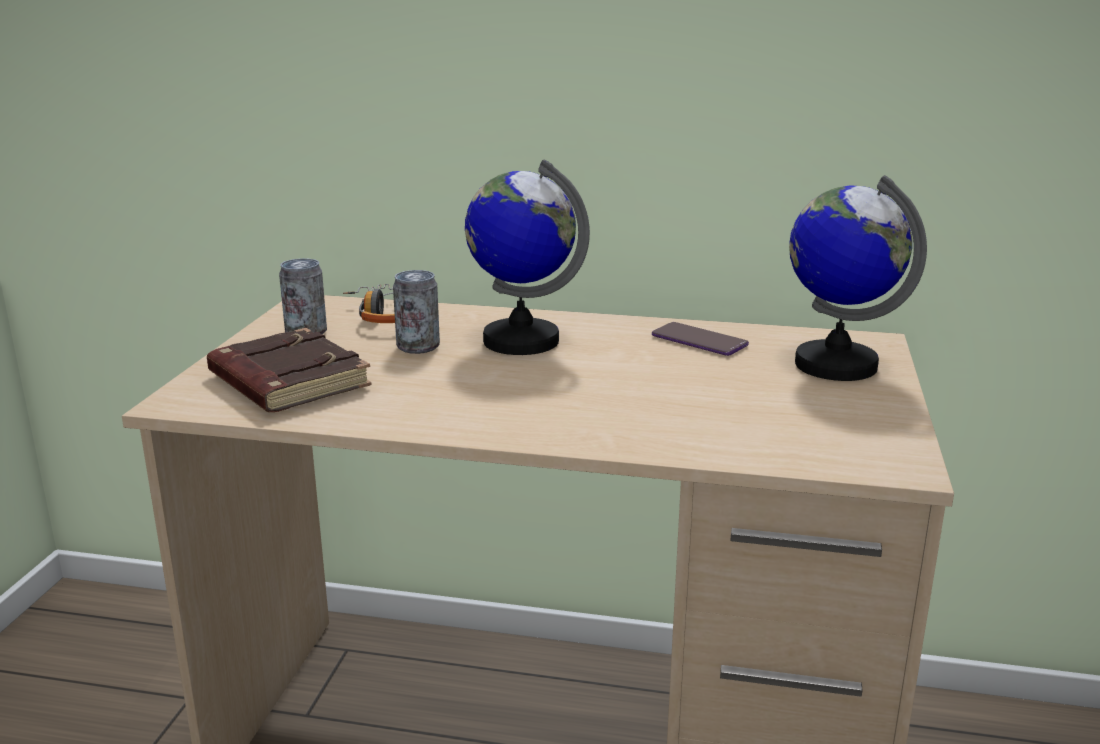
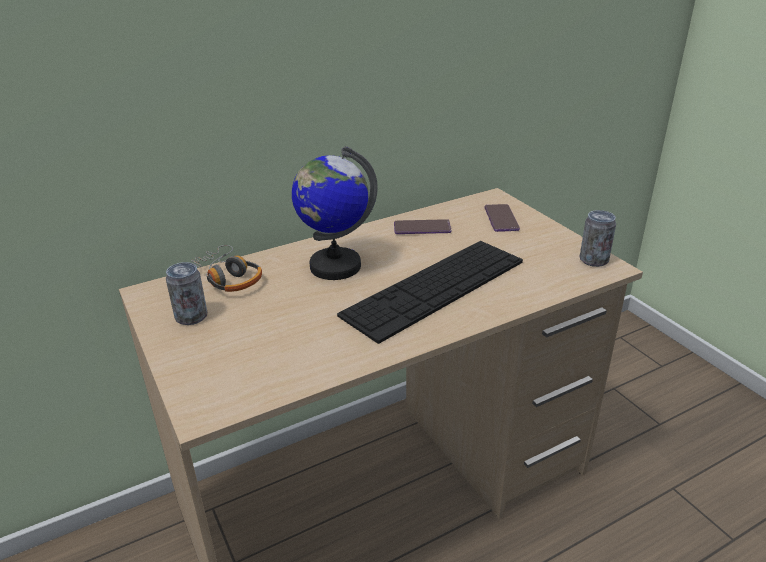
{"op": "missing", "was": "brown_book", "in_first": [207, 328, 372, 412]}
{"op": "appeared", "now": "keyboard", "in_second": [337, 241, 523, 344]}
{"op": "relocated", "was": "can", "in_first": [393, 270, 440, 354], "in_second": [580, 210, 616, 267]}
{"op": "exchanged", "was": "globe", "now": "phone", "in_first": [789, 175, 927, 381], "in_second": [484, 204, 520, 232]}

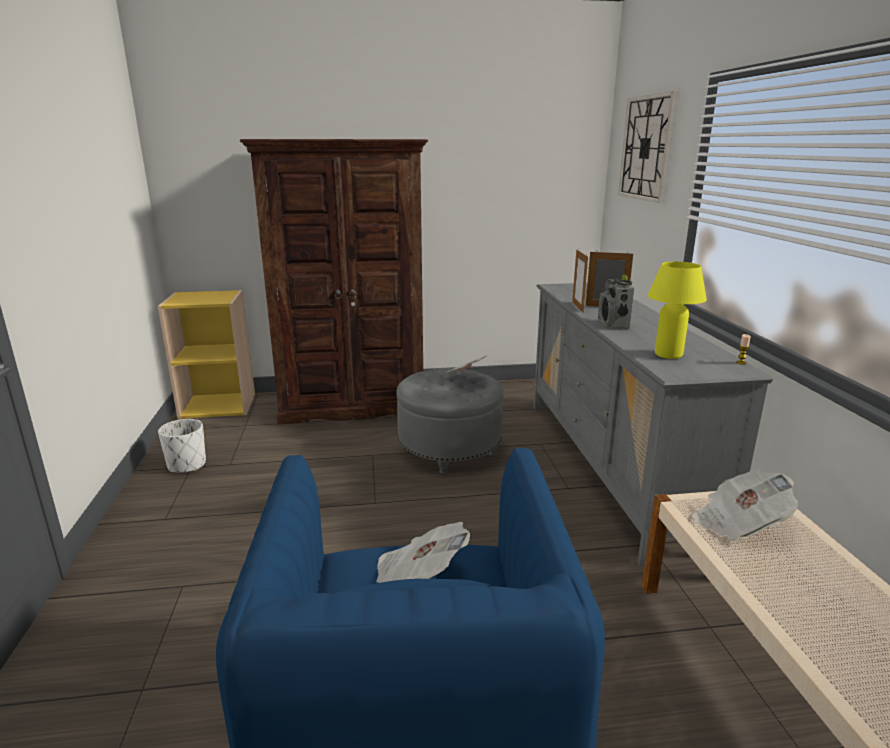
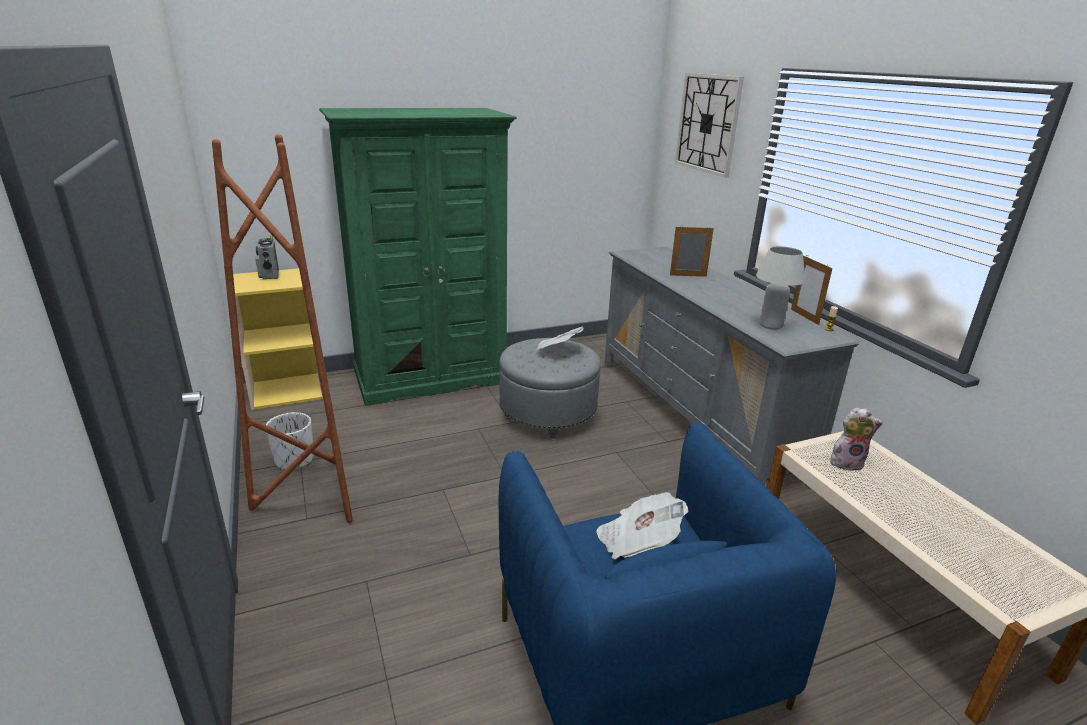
{"op": "appeared", "now": "brown_clothes_rack", "in_second": [212, 134, 353, 523]}
{"op": "relocated", "was": "picture_frame", "in_first": [572, 249, 588, 313], "in_second": [791, 255, 832, 325]}
{"op": "relocated", "was": "radio", "in_first": [598, 275, 634, 329], "in_second": [255, 235, 279, 279]}
{"op": "exchanged", "was": "newspaper", "now": "plush_toy", "in_first": [693, 470, 798, 541], "in_second": [830, 408, 883, 471]}
{"op": "colour", "was": "brown_wardrobe", "now": "green_wardrobe", "in_first": [240, 139, 428, 424], "in_second": [319, 108, 517, 406]}
{"op": "colour", "was": "yellow_table_lamp", "now": "white_table_lamp", "in_first": [648, 262, 707, 359], "in_second": [756, 246, 806, 329]}

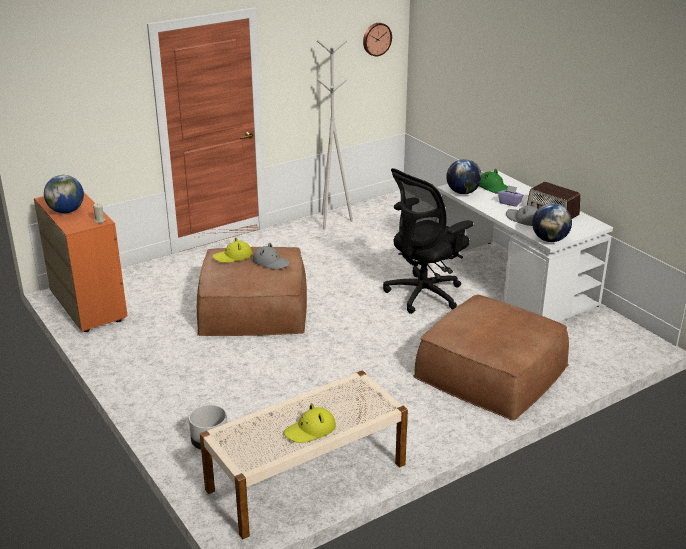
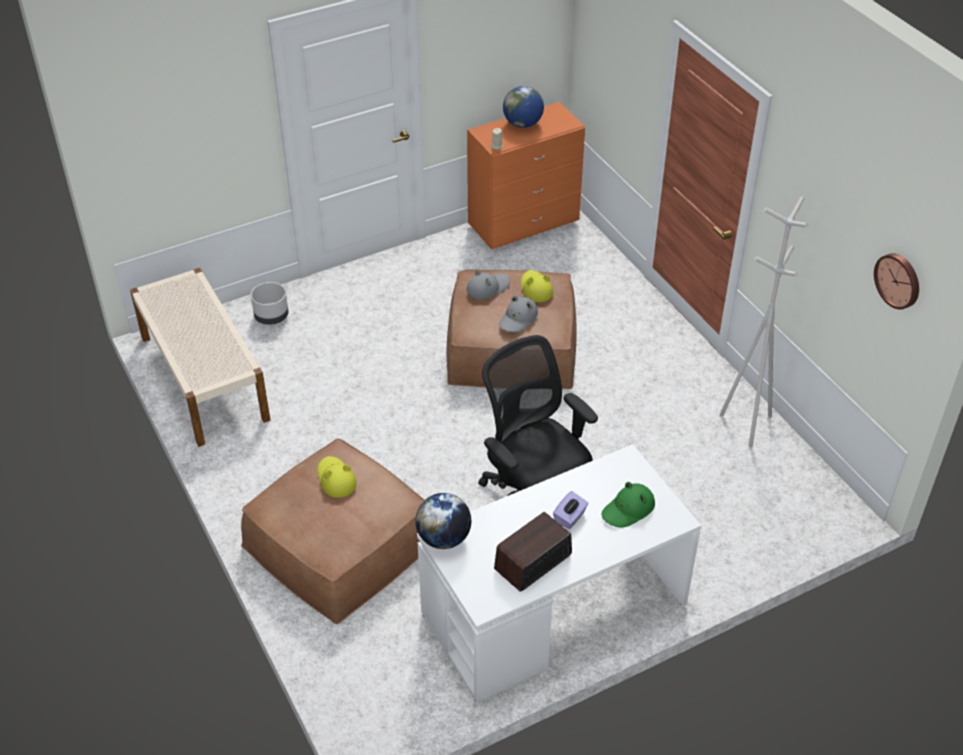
{"op": "missing", "was": "globe", "in_first": [446, 159, 482, 194]}
{"op": "relocated", "was": "yellow_hat", "in_first": [284, 404, 336, 443], "in_second": [317, 456, 357, 498]}
{"op": "relocated", "was": "grey_hat", "in_first": [506, 203, 538, 226], "in_second": [467, 270, 510, 300]}

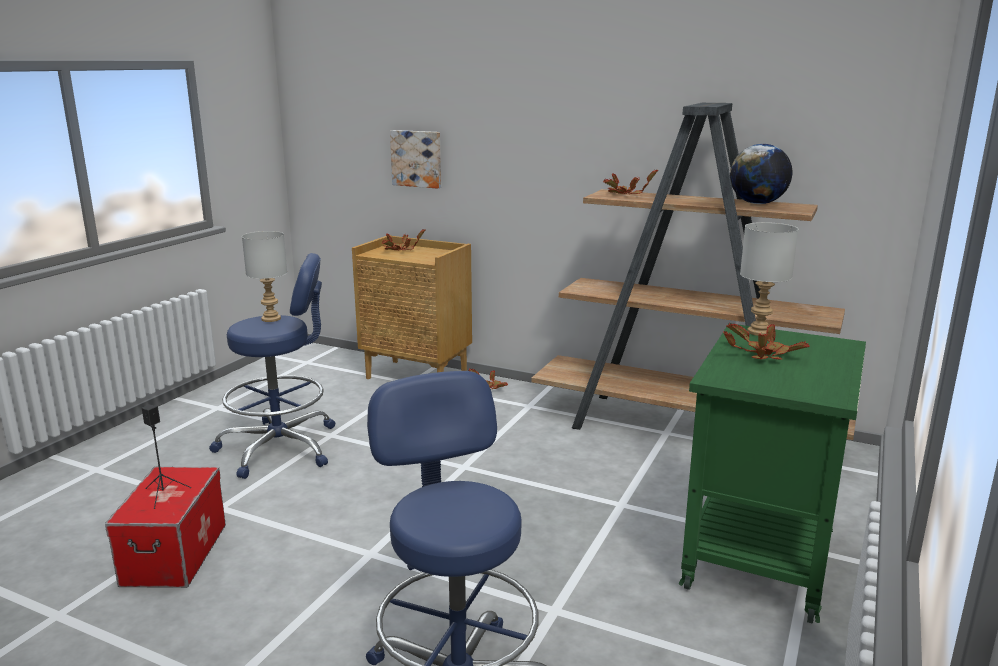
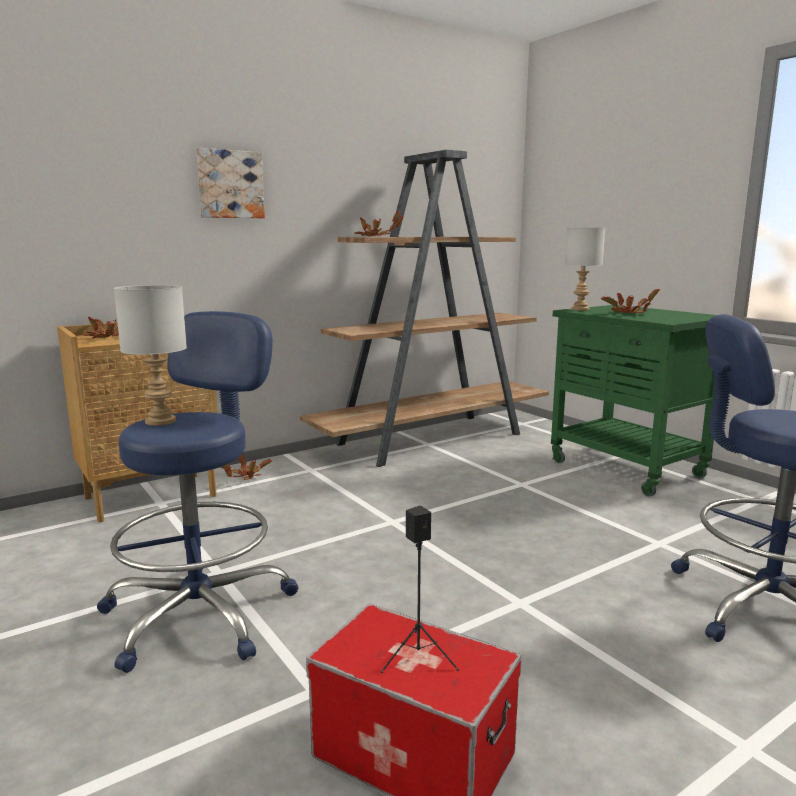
{"op": "missing", "was": "globe", "in_first": [730, 144, 792, 204]}
{"op": "relocated", "was": "picture", "in_first": [390, 130, 441, 189], "in_second": [196, 148, 265, 218]}

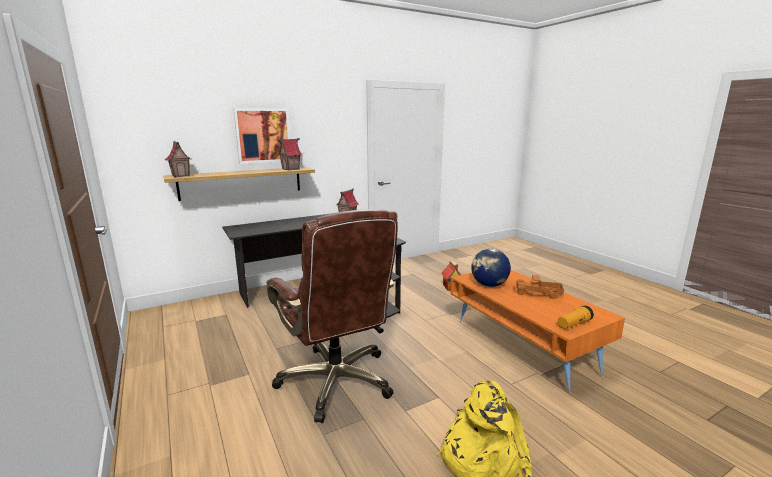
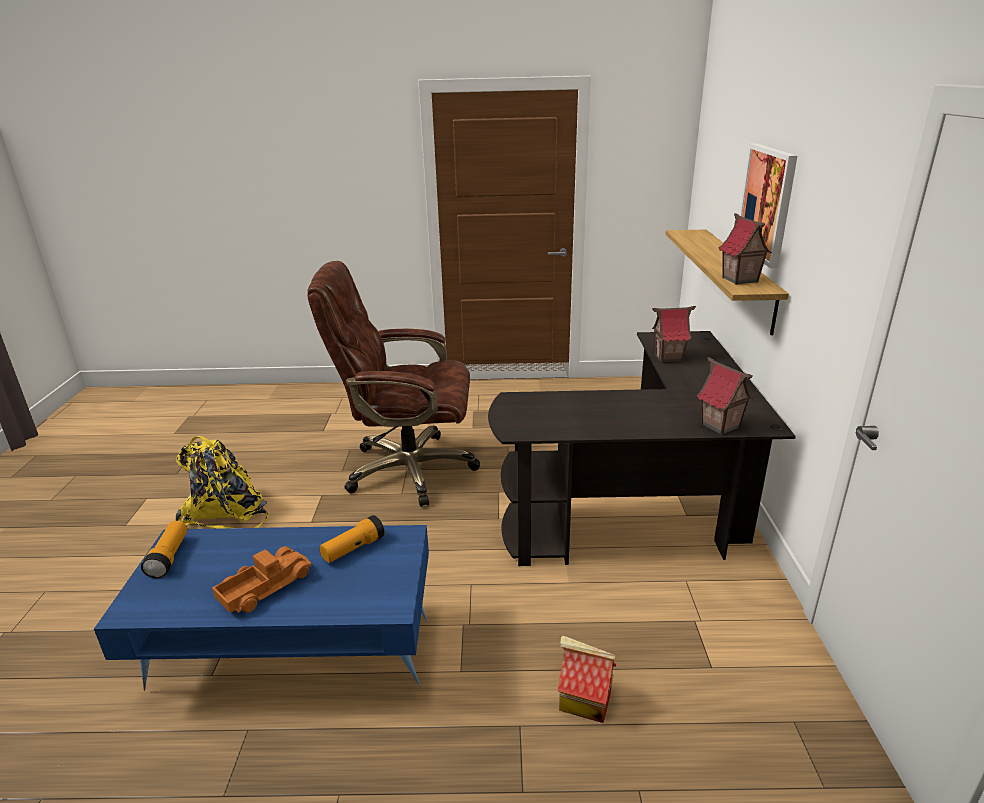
{"op": "relocated", "was": "toy_house", "in_first": [165, 141, 191, 177], "in_second": [652, 306, 696, 363]}
{"op": "exchanged", "was": "globe", "now": "flashlight", "in_first": [471, 249, 511, 287], "in_second": [319, 515, 385, 563]}
{"op": "colour", "was": "orange_coffee_table", "now": "blue_coffee_table", "in_first": [450, 270, 625, 395], "in_second": [94, 525, 429, 691]}

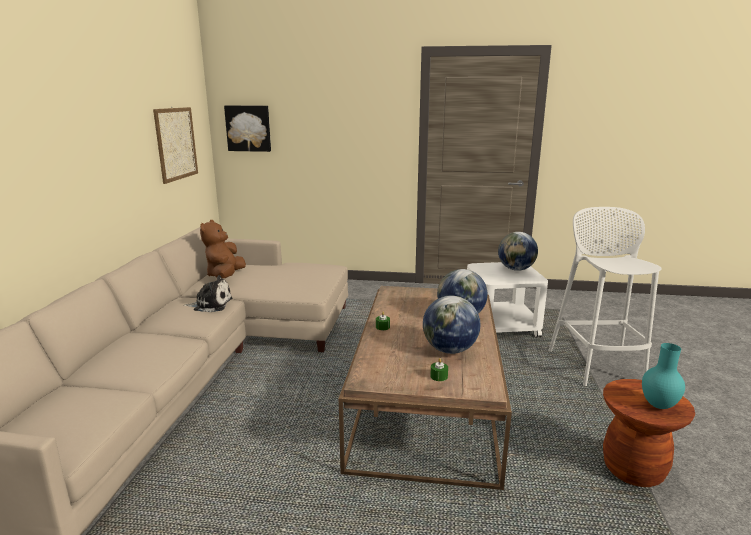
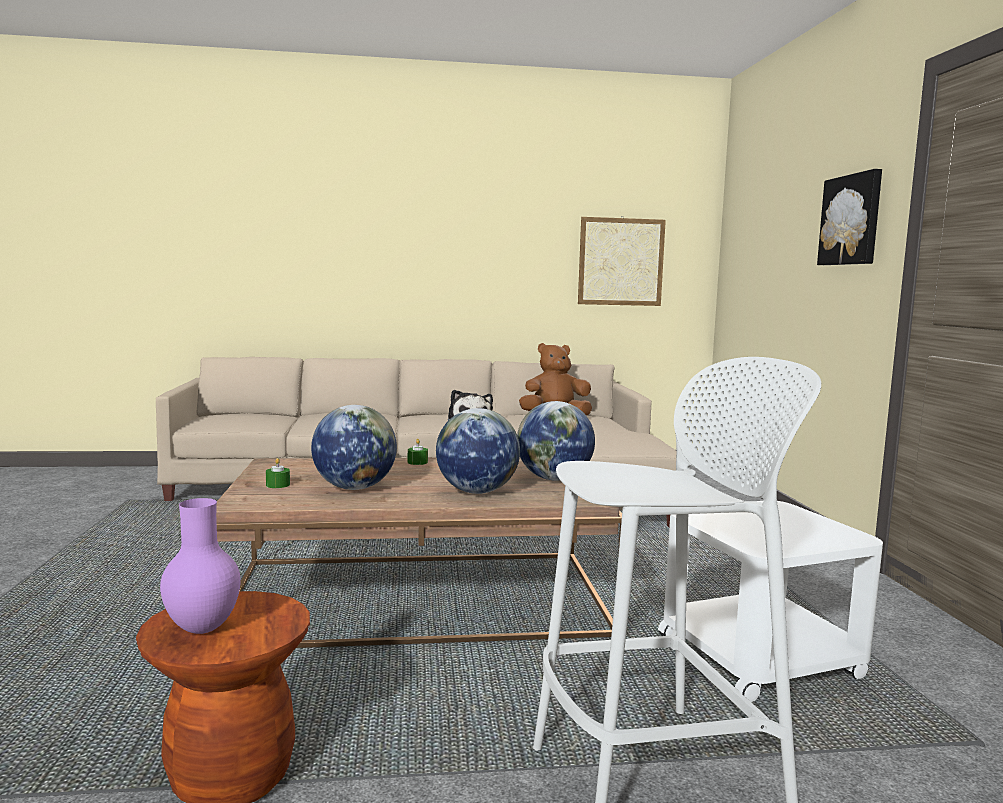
{"op": "relocated", "was": "picture", "in_first": [224, 106, 271, 152], "in_second": [817, 169, 882, 265]}
{"op": "relocated", "was": "globe", "in_first": [498, 232, 538, 271], "in_second": [517, 401, 595, 481]}
{"op": "colour", "was": "turquoise_vase", "now": "purple_vase", "in_first": [642, 343, 685, 409], "in_second": [160, 498, 241, 634]}

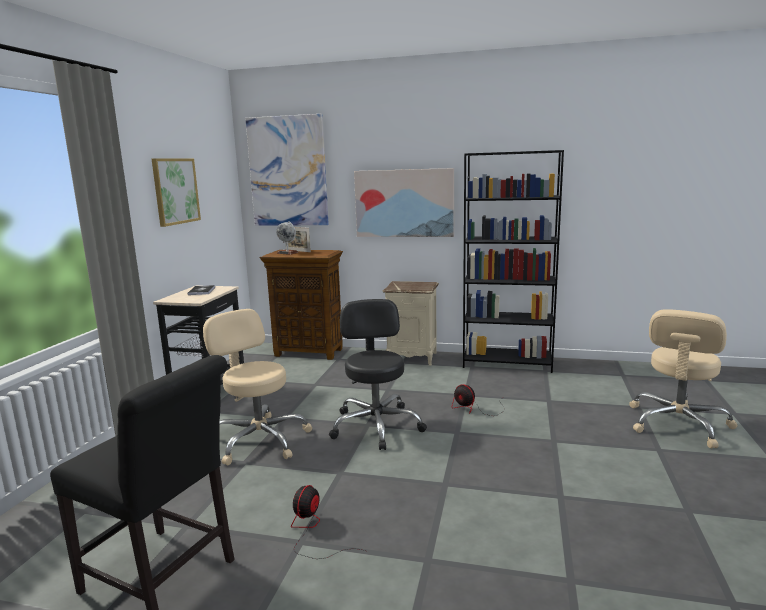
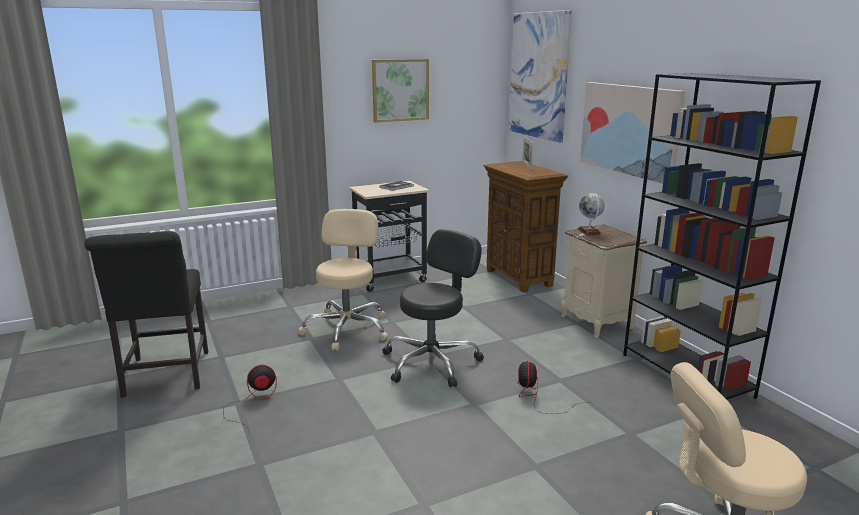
{"op": "relocated", "was": "globe", "in_first": [276, 221, 298, 255], "in_second": [578, 193, 605, 236]}

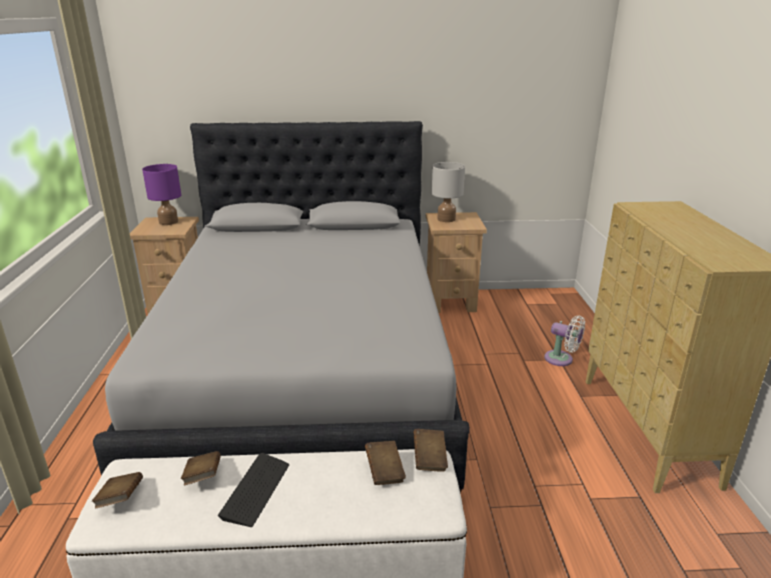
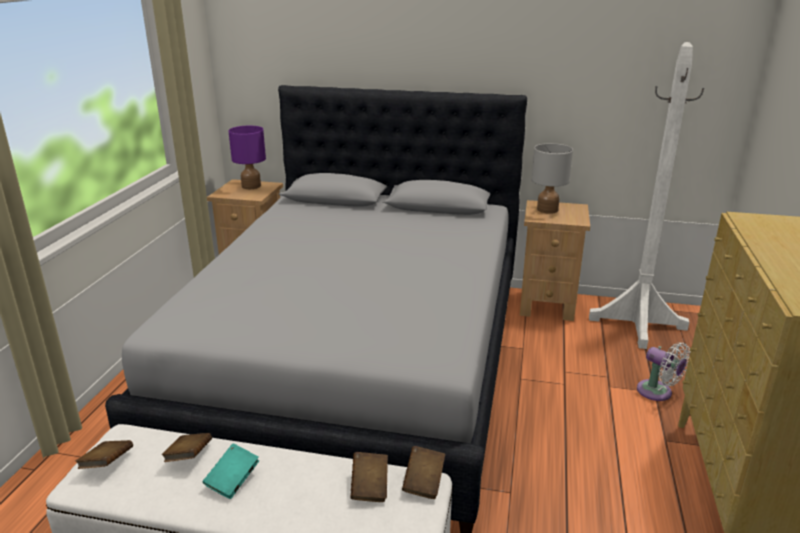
{"op": "appeared", "now": "white_clothes_rack", "in_second": [589, 42, 704, 349]}
{"op": "exchanged", "was": "keyboard", "now": "turquoise_book", "in_first": [218, 453, 289, 527], "in_second": [202, 443, 259, 499]}

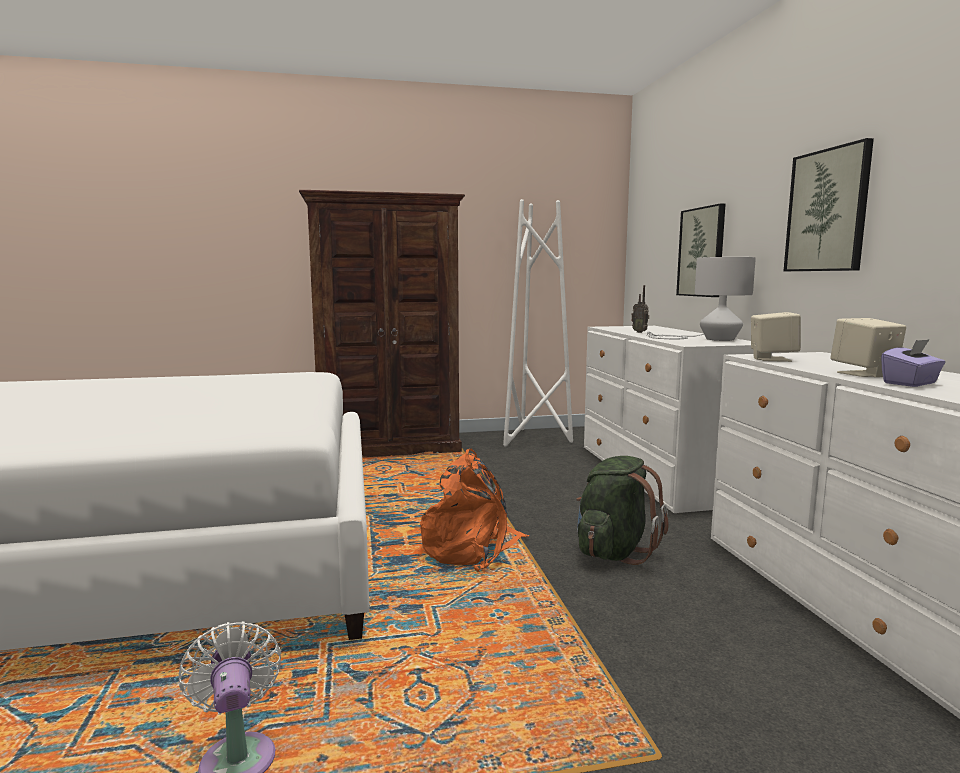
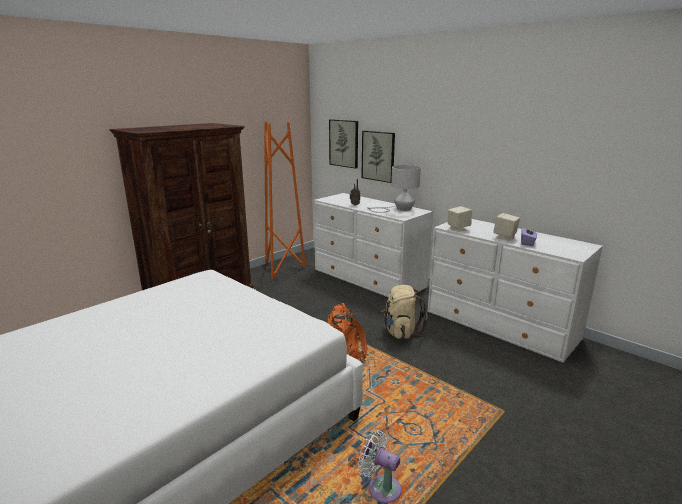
{"op": "relocated", "was": "picture", "in_first": [784, 138, 874, 271], "in_second": [329, 119, 358, 169]}
{"op": "colour", "was": "white_clothes_rack", "now": "orange_clothes_rack", "in_first": [503, 199, 573, 447], "in_second": [264, 121, 306, 280]}
{"op": "colour", "was": "green_backpack", "now": "beige_backpack", "in_first": [576, 456, 669, 565], "in_second": [381, 285, 427, 339]}

